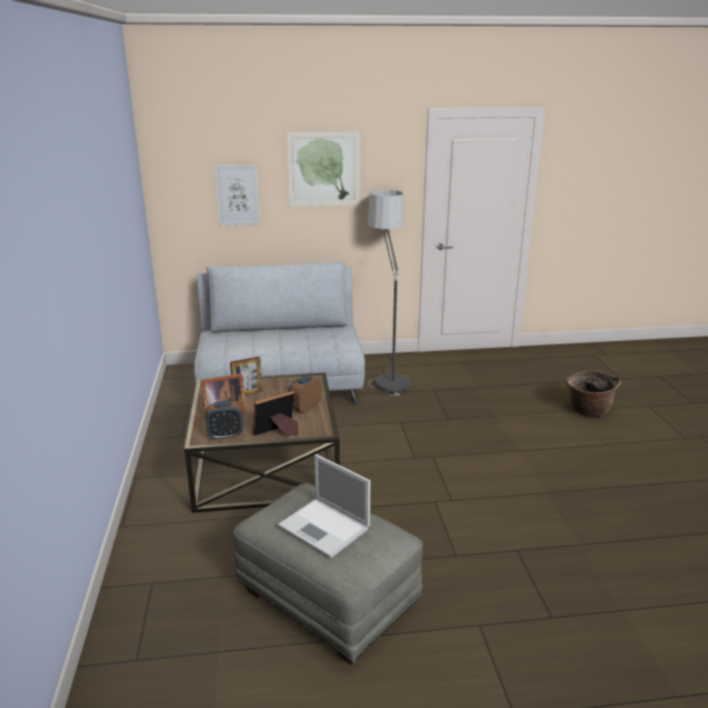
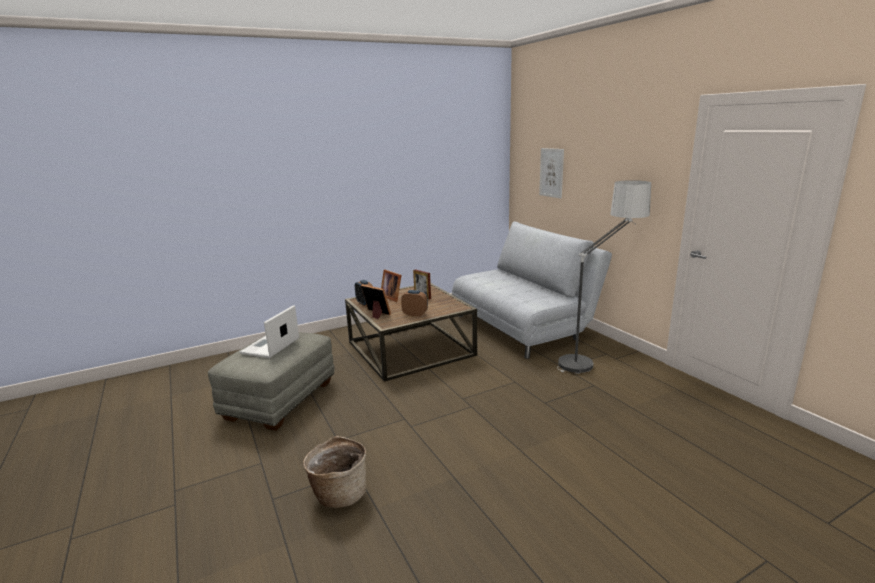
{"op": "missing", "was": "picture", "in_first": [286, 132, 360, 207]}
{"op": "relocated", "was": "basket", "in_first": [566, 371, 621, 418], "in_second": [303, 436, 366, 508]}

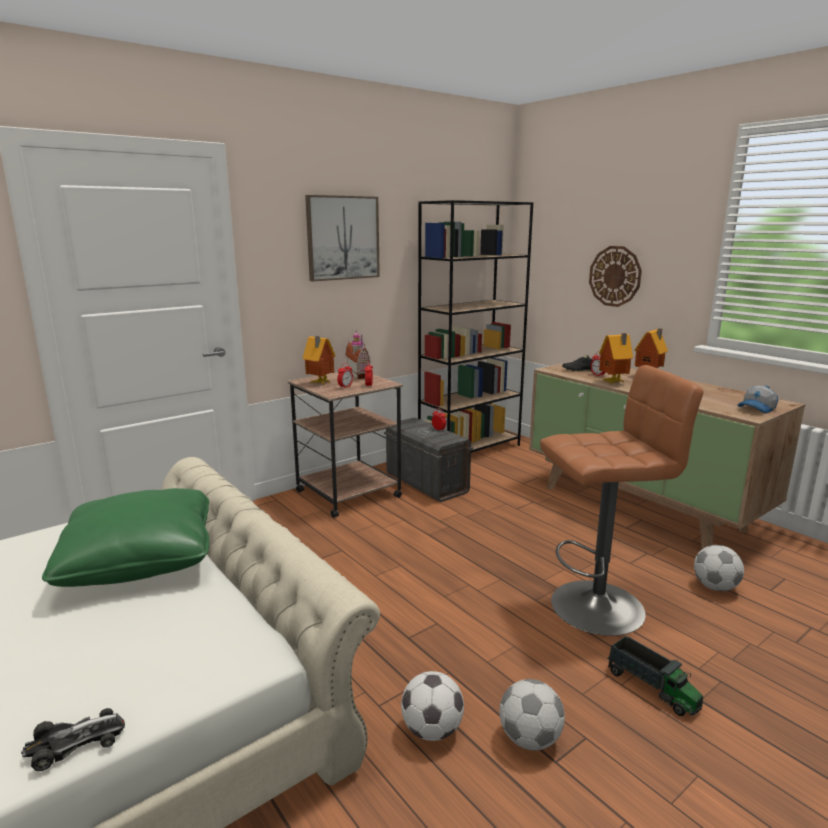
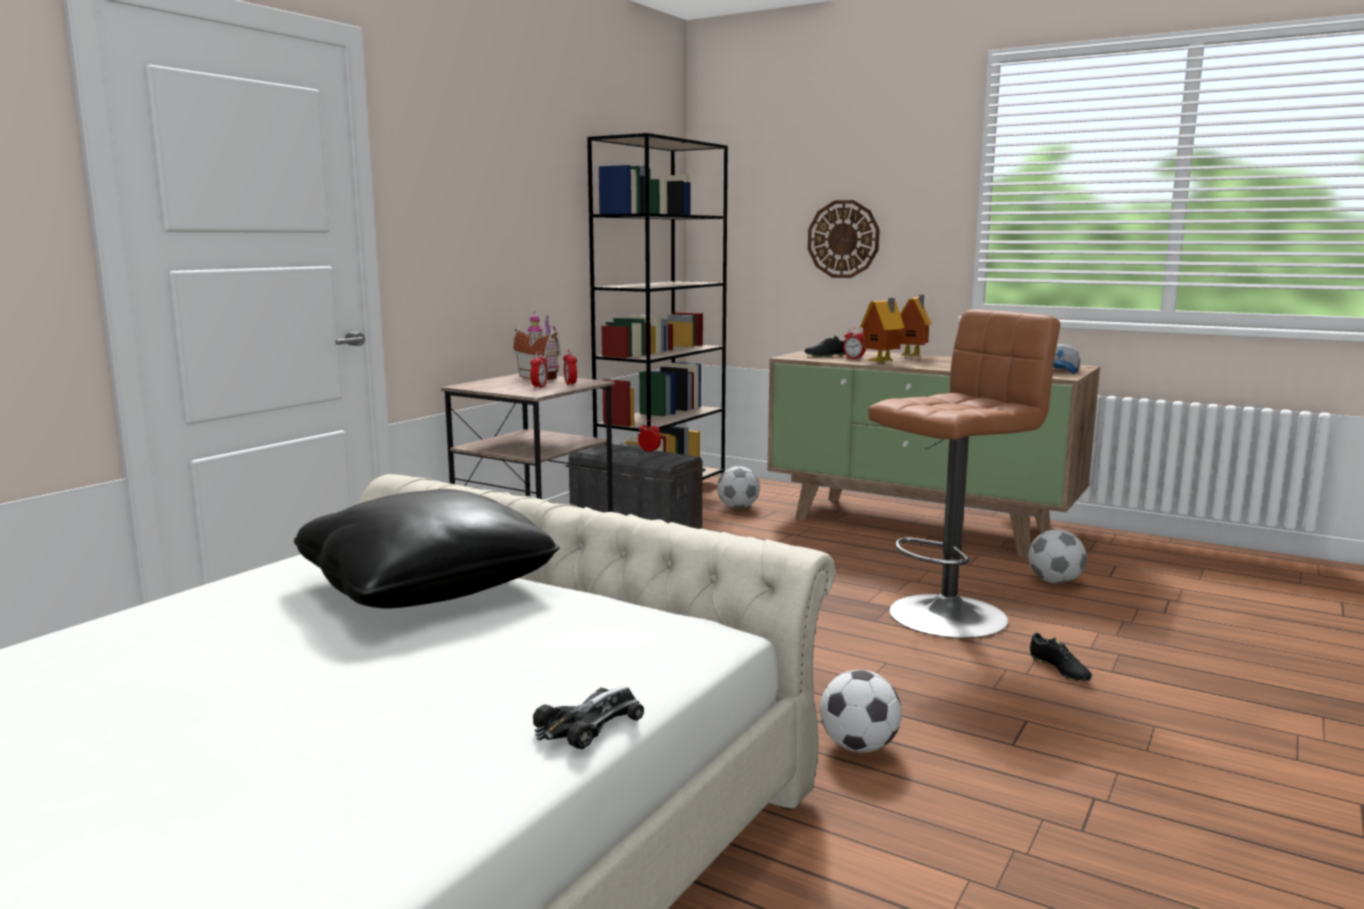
{"op": "missing", "was": "toy_house", "in_first": [303, 336, 336, 386]}
{"op": "missing", "was": "picture", "in_first": [305, 195, 380, 281]}
{"op": "relocated", "was": "football", "in_first": [500, 679, 565, 751], "in_second": [717, 466, 760, 509]}
{"op": "exchanged", "was": "toy_truck", "now": "black_shoe", "in_first": [607, 636, 703, 716], "in_second": [1030, 633, 1092, 682]}
{"op": "colour", "was": "green_pillow", "now": "black_pillow", "in_first": [42, 488, 209, 587], "in_second": [294, 489, 560, 609]}

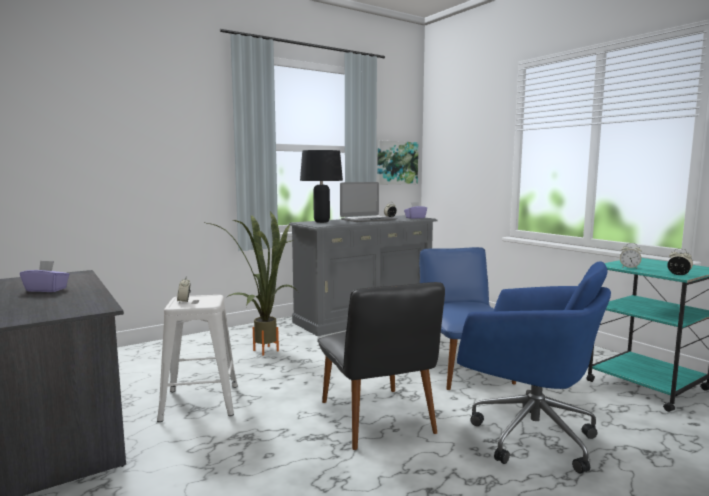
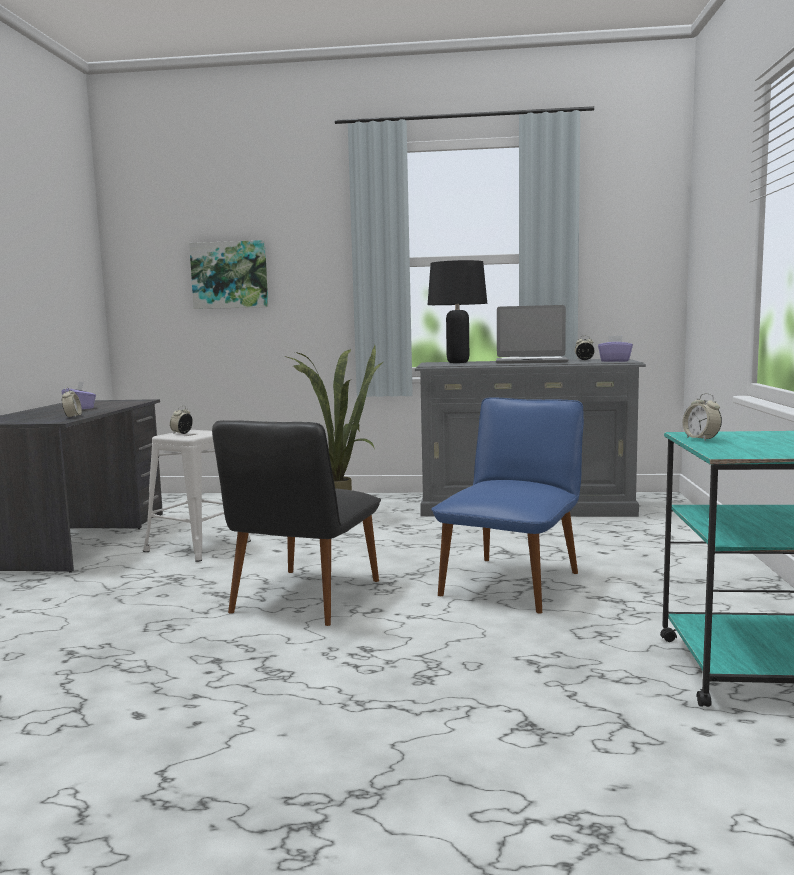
{"op": "missing", "was": "blue_office_chair", "in_first": [457, 261, 611, 474]}
{"op": "relocated", "was": "picture", "in_first": [377, 141, 418, 185], "in_second": [189, 240, 268, 309]}
{"op": "relocated", "was": "alarm_clock", "in_first": [667, 249, 693, 275], "in_second": [62, 387, 82, 417]}

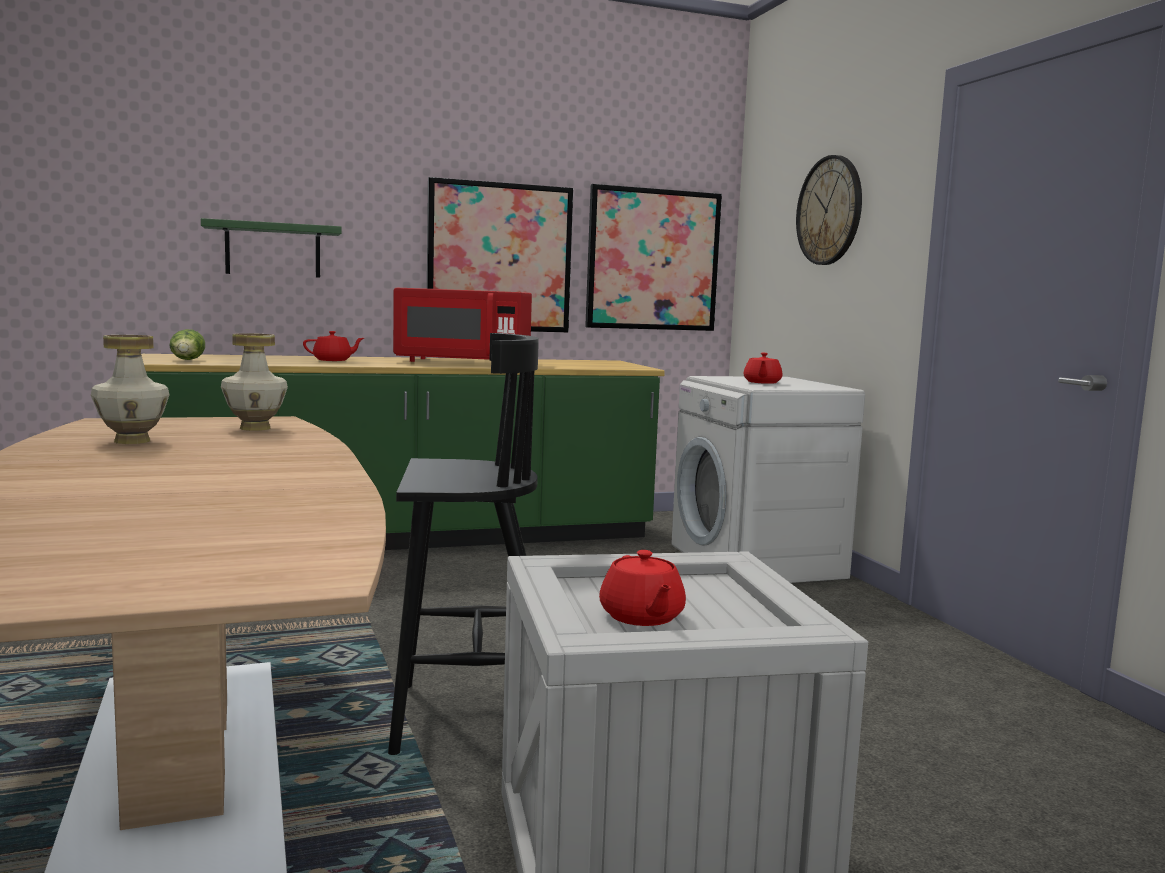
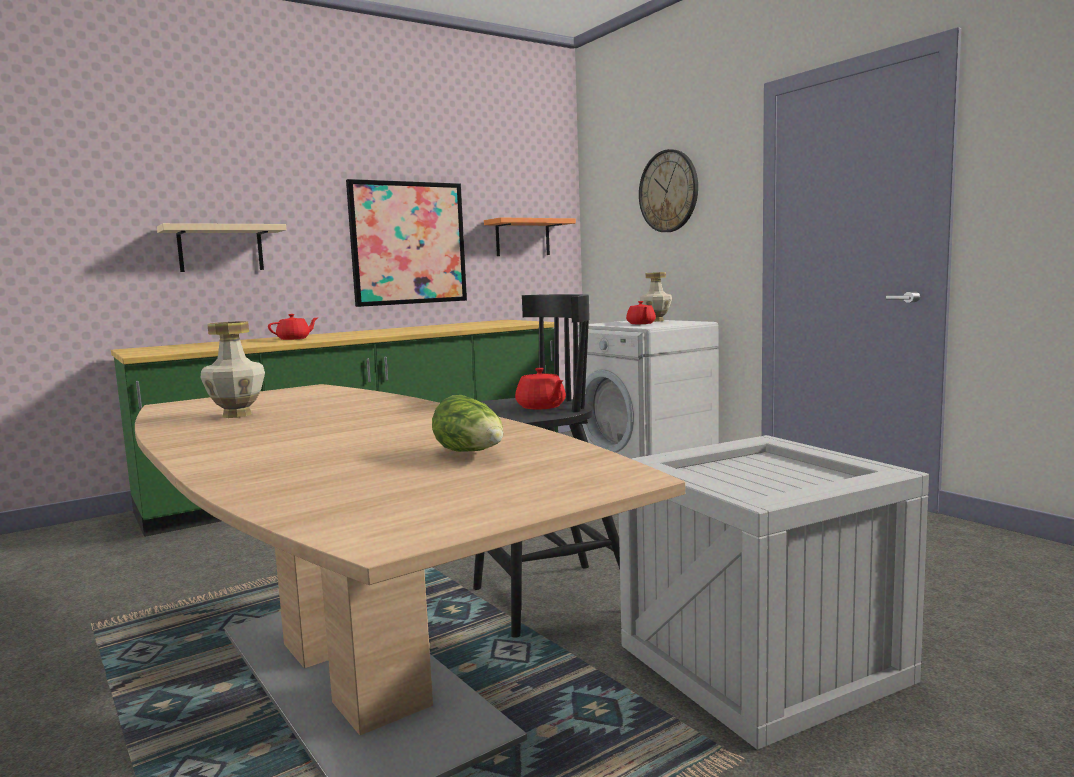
{"op": "missing", "was": "red_microwave", "in_first": [393, 288, 532, 362]}
{"op": "relocated", "was": "lettuce", "in_first": [169, 329, 205, 360], "in_second": [432, 395, 504, 452]}
{"op": "relocated", "was": "vase", "in_first": [221, 333, 288, 431], "in_second": [640, 272, 672, 322]}
{"op": "relocated", "was": "red_teapot", "in_first": [599, 550, 686, 626], "in_second": [515, 368, 566, 410]}
{"op": "exchanged", "was": "picture", "now": "orange_shelf", "in_first": [585, 184, 722, 331], "in_second": [484, 217, 576, 256]}
{"op": "colour", "was": "green_shelf", "now": "beige_shelf", "in_first": [201, 218, 342, 278], "in_second": [157, 223, 286, 272]}

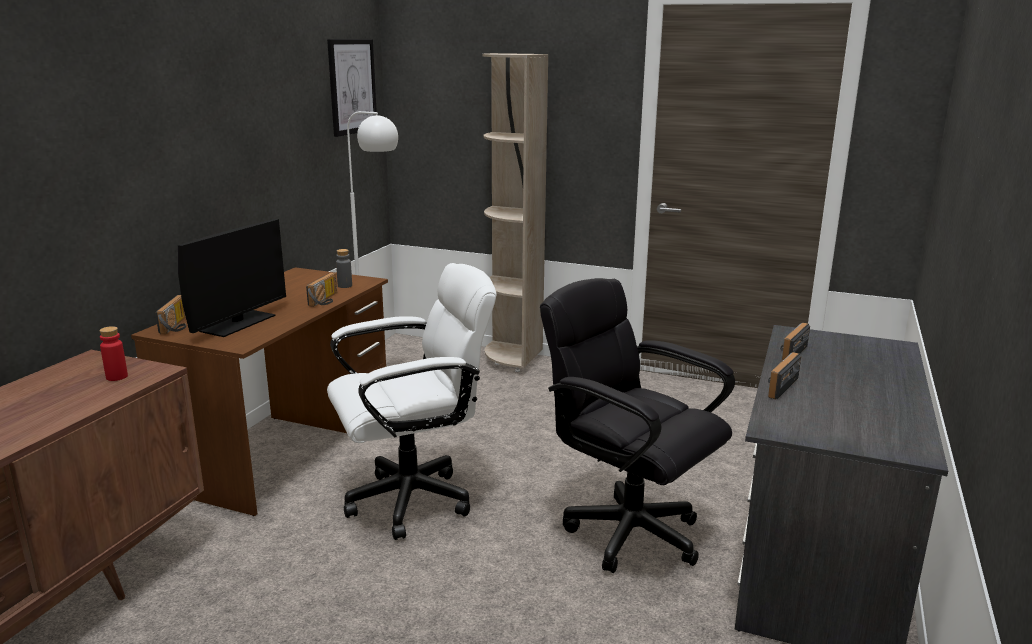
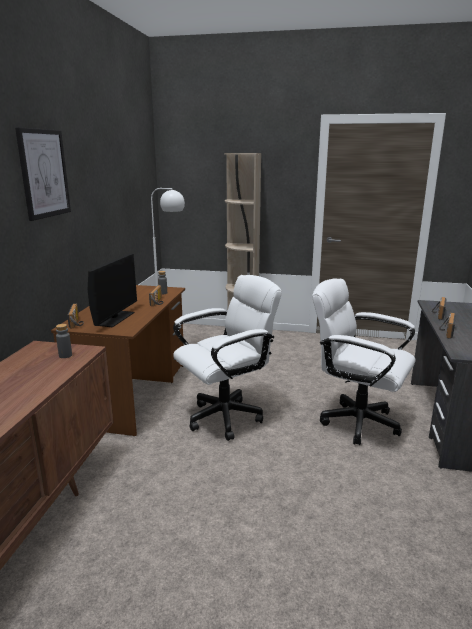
{"op": "relocated", "was": "picture", "in_first": [327, 39, 377, 137], "in_second": [15, 127, 71, 221]}
{"op": "colour", "was": "red_bottle", "now": "grey_bottle", "in_first": [99, 326, 128, 381], "in_second": [56, 324, 72, 358]}
{"op": "colour", "was": "black_office_chair", "now": "white_office_chair", "in_first": [540, 278, 735, 573], "in_second": [312, 279, 416, 445]}

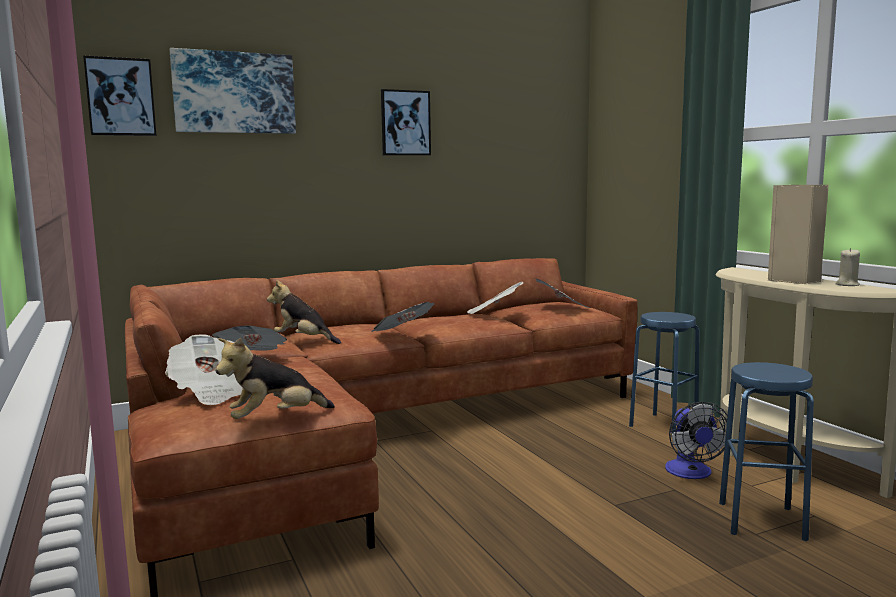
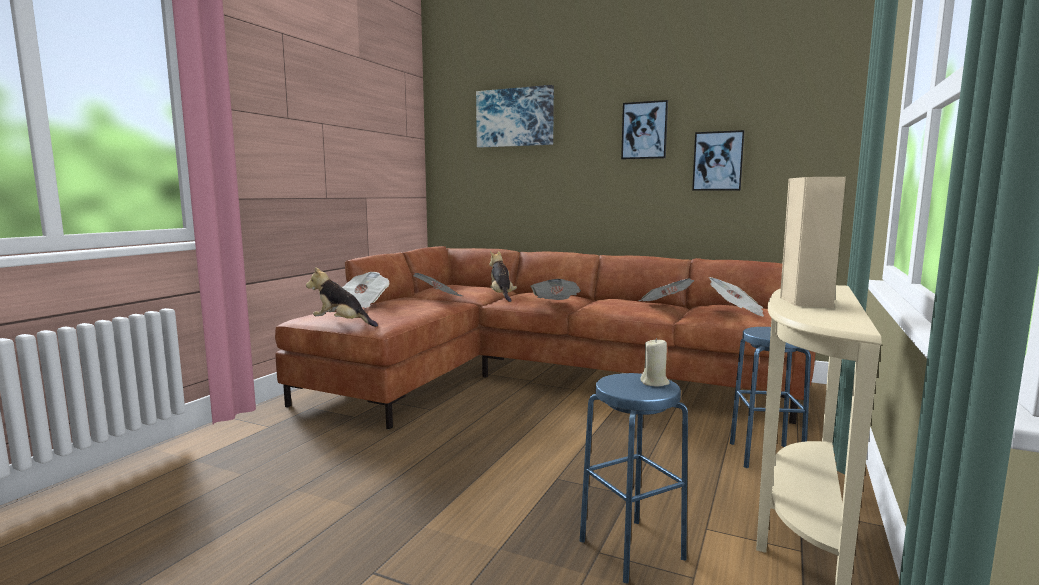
{"op": "missing", "was": "fan", "in_first": [665, 402, 728, 479]}
{"op": "relocated", "was": "picture", "in_first": [83, 56, 156, 136], "in_second": [692, 130, 744, 191]}
{"op": "relocated", "was": "beige_candle", "in_first": [835, 248, 860, 286], "in_second": [640, 338, 670, 387]}

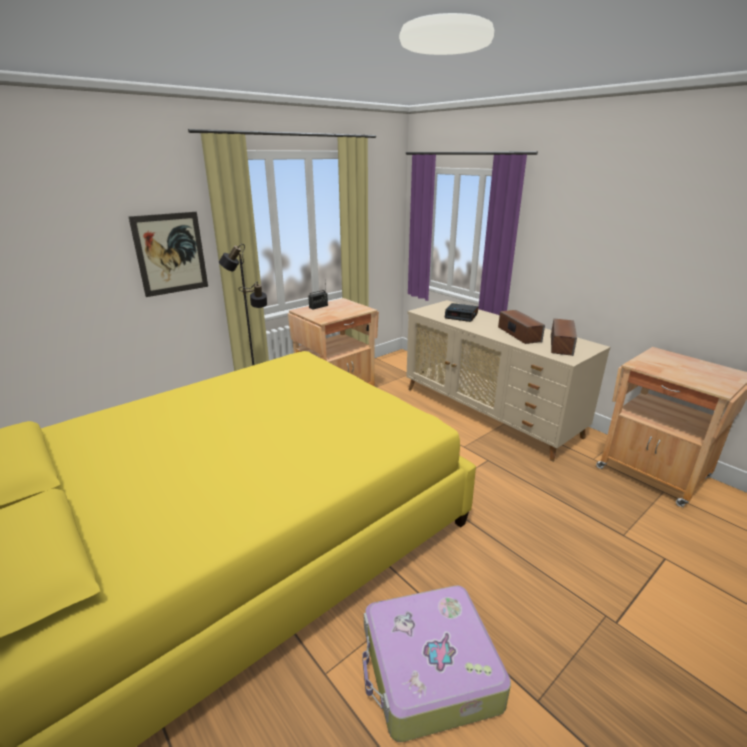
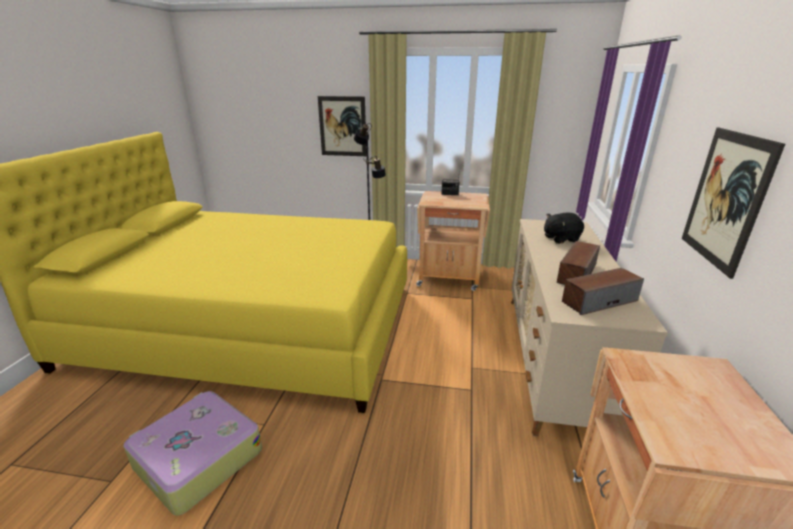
{"op": "appeared", "now": "picture", "in_second": [682, 128, 785, 279]}
{"op": "exchanged", "was": "alarm_clock", "now": "black_plush_toy", "in_first": [445, 303, 478, 322], "in_second": [544, 213, 584, 244]}

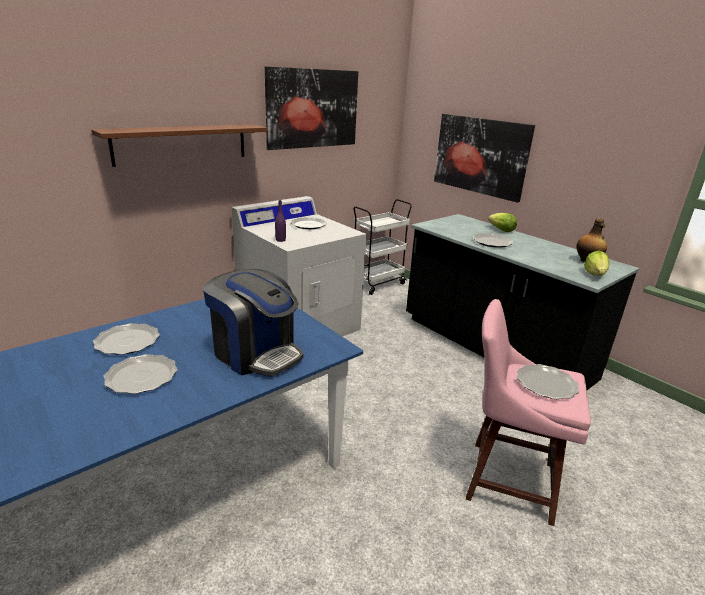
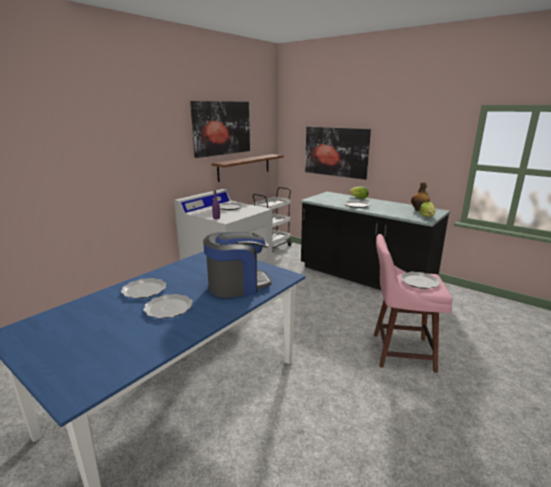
{"op": "relocated", "was": "brown_shelf", "in_first": [91, 124, 267, 167], "in_second": [212, 154, 284, 182]}
{"op": "spun", "was": "coffee_machine", "in_first": [203, 269, 304, 377], "in_second": [203, 232, 271, 298], "clockwise": -45}

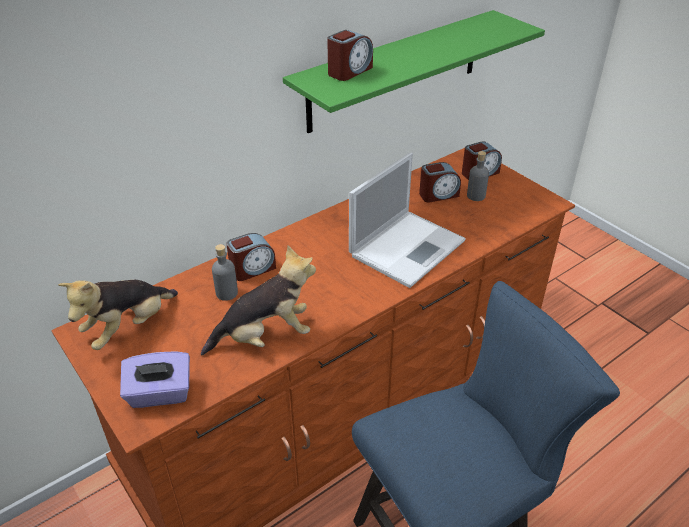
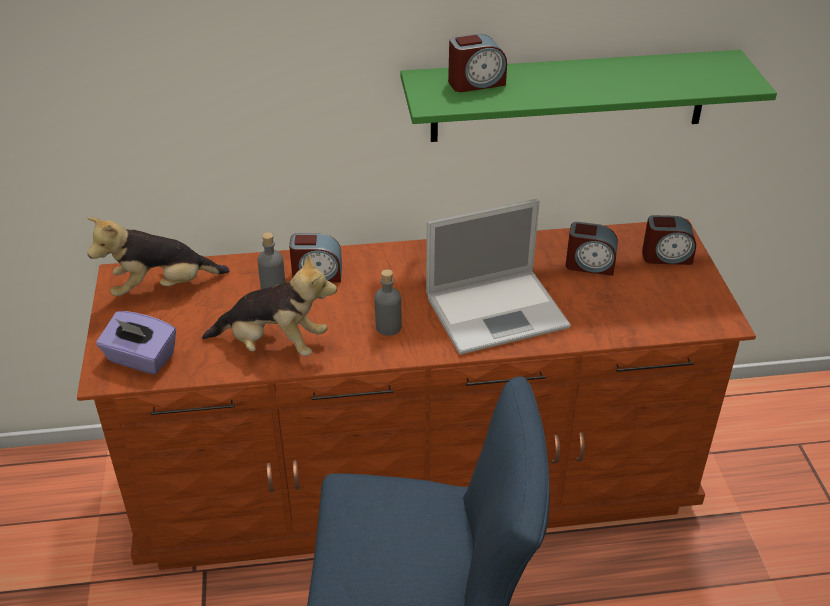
{"op": "relocated", "was": "grey_bottle", "in_first": [467, 151, 489, 201], "in_second": [375, 269, 402, 336]}

